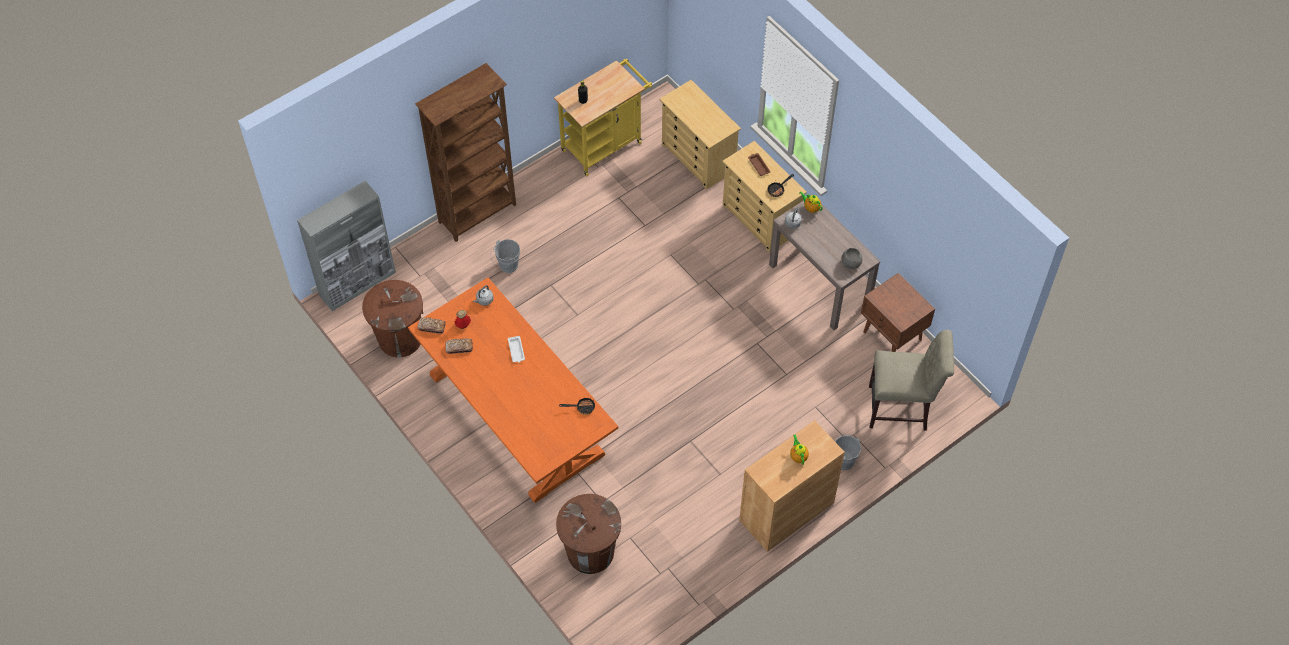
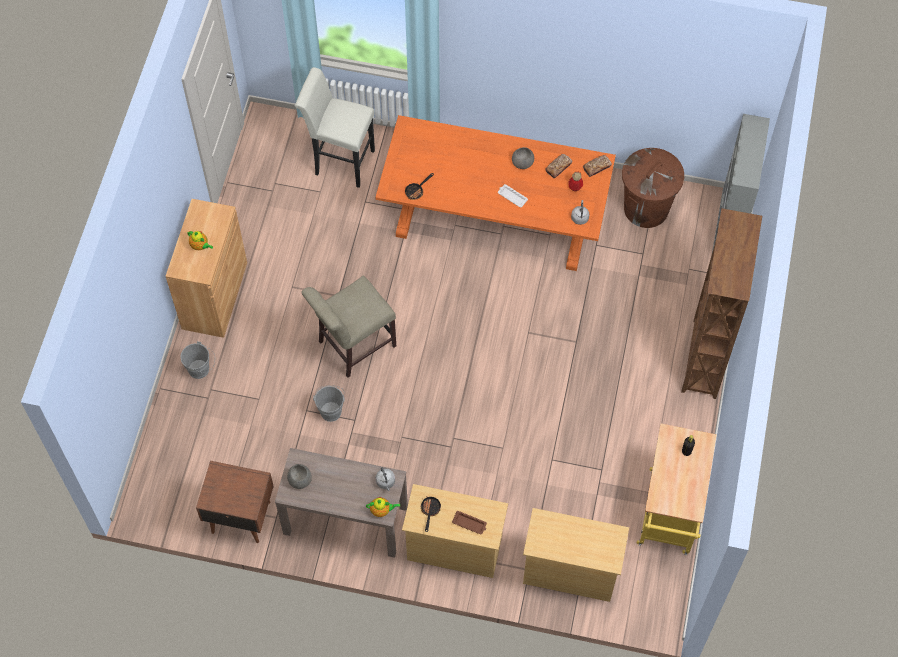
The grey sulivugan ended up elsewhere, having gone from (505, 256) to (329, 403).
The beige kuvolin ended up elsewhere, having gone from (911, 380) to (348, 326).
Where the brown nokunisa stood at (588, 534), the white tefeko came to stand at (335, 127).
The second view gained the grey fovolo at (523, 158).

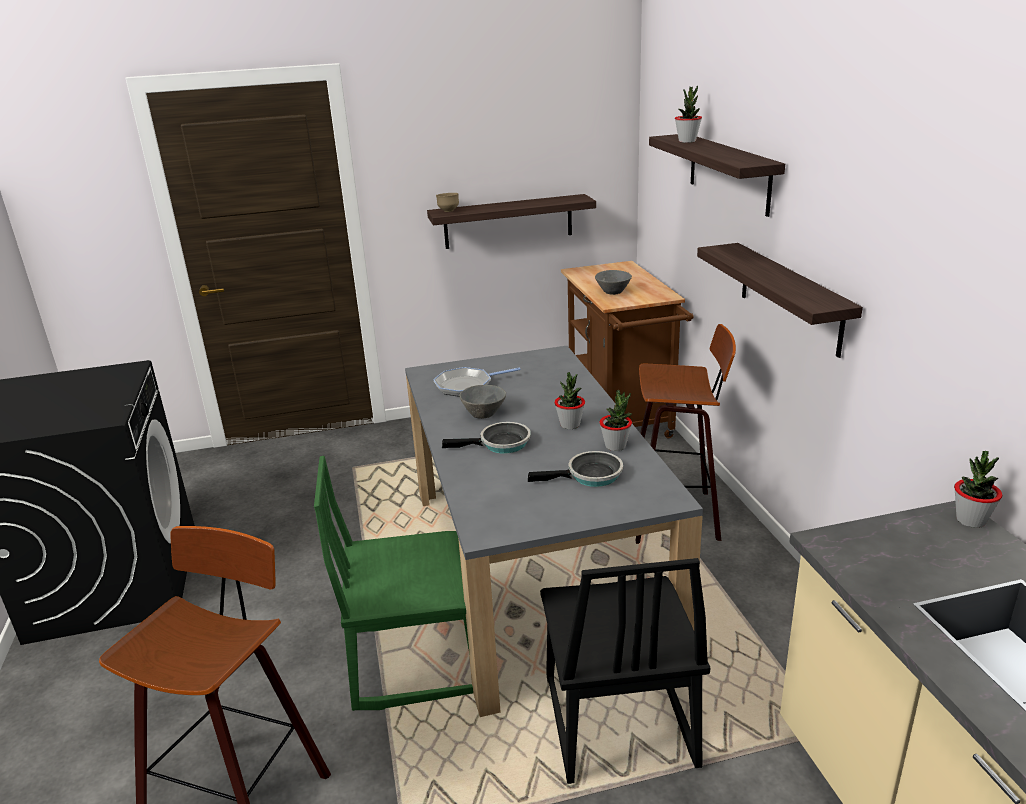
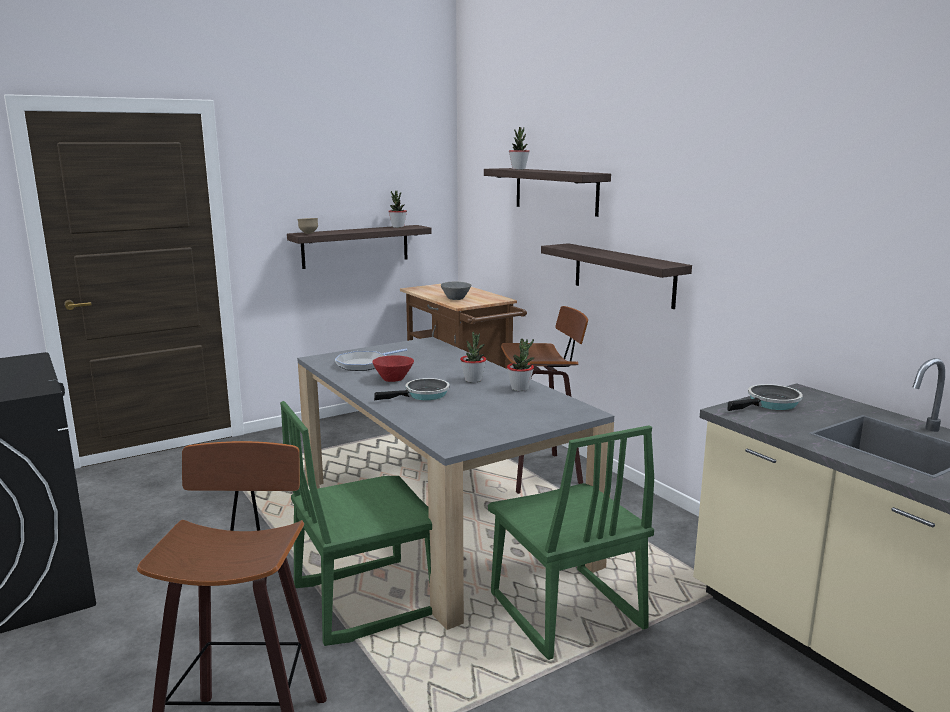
What was the grey fovolo at (482, 402) turned into the red fovolo at (393, 368).
The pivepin ended up elsewhere, having gone from (575, 469) to (765, 397).
The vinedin ended up elsewhere, having gone from (978, 489) to (397, 209).
What was the black kuvolin at (625, 671) turned into the green kuvolin at (571, 542).

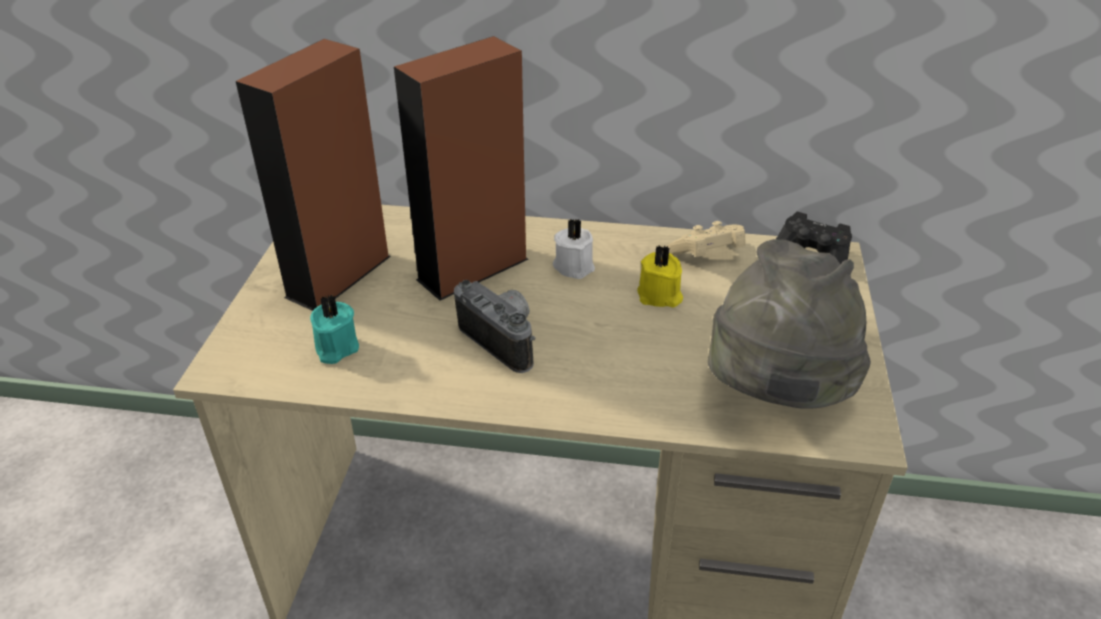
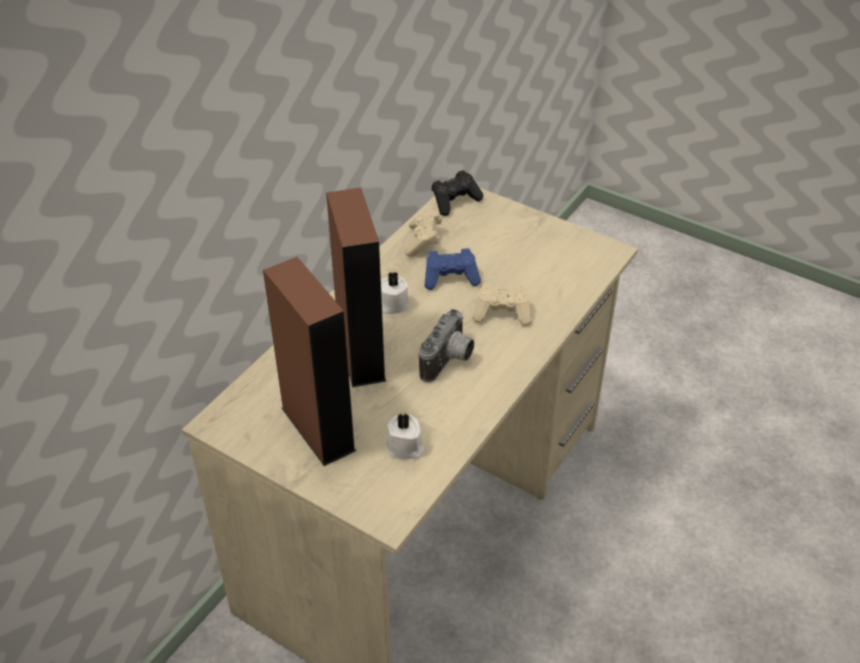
The second view lost the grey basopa at (789, 324).
Where the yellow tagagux stood at (660, 276), the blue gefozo came to stand at (453, 269).
The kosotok at (494, 326) ended up facing another way, 135 degrees clockwise from before.
What was the turquoise tagagux at (334, 329) turned into the white tagagux at (405, 436).
The second view gained the beige gefozo at (501, 304).

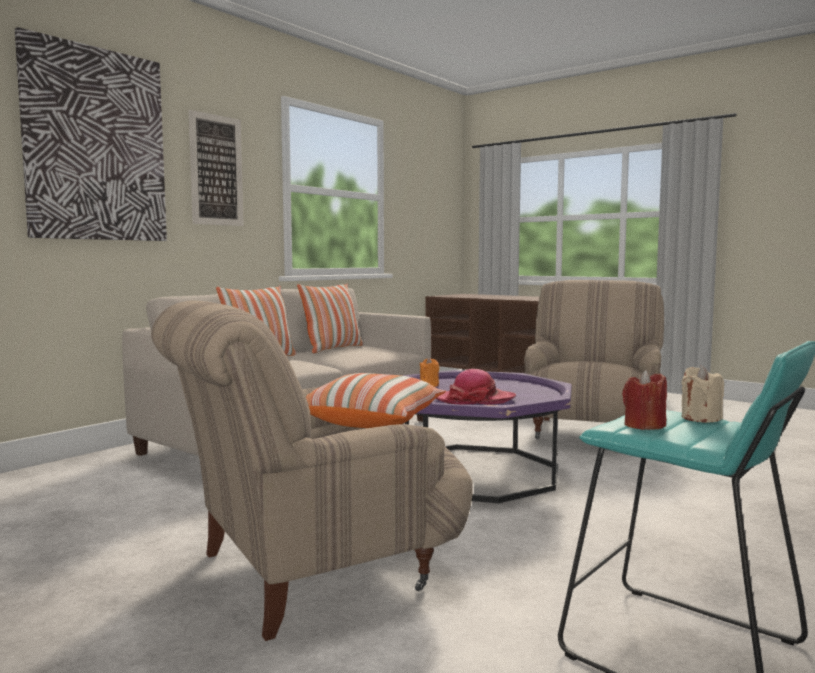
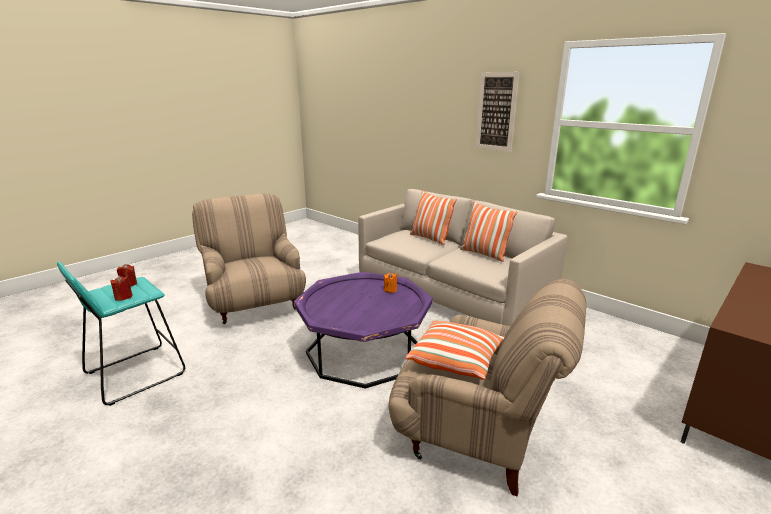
The second view lost the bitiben at (91, 134).
What was the beige tagagux at (702, 394) turned into the red tagagux at (122, 288).
The second view lost the basopa at (476, 387).
The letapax ended up elsewhere, having gone from (375, 400) to (455, 350).

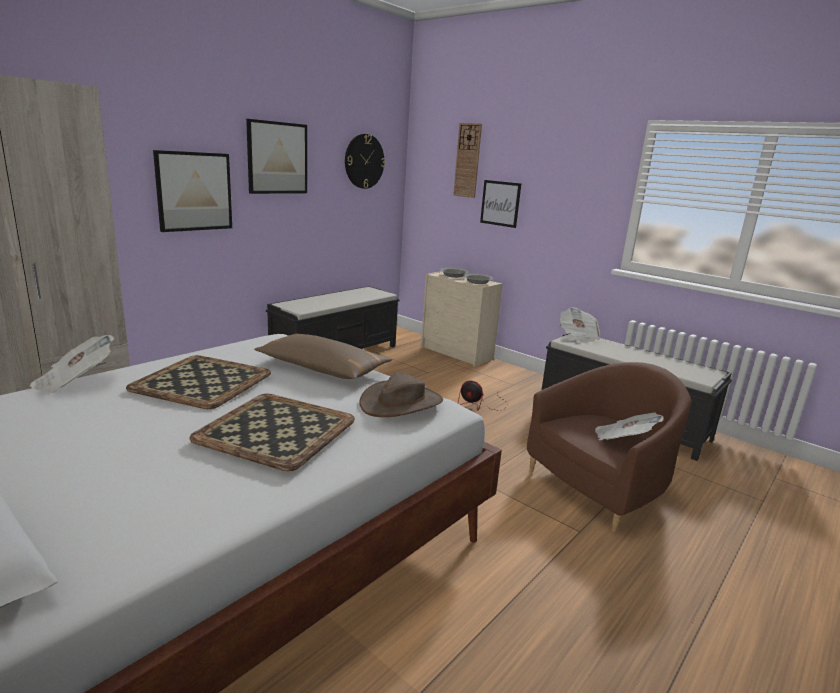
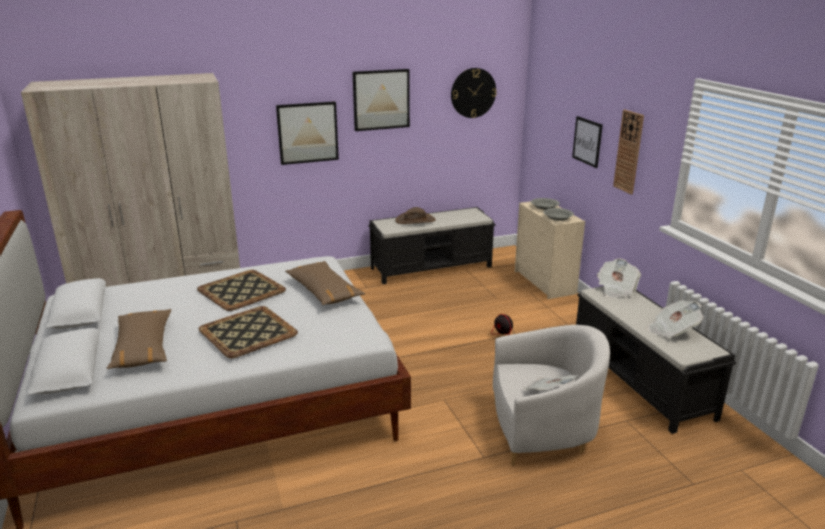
The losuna ended up elsewhere, having gone from (468, 160) to (628, 152).
The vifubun ended up elsewhere, having gone from (72, 364) to (675, 319).
What was the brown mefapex at (609, 447) turned into the white mefapex at (551, 395).
The brown basopa ended up elsewhere, having gone from (401, 395) to (415, 215).
The second view gained the brown letapax at (139, 339).

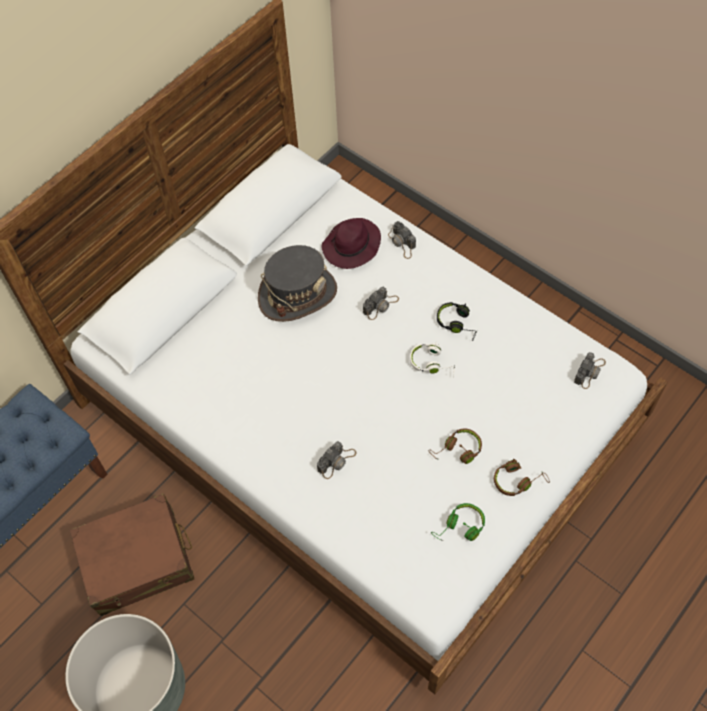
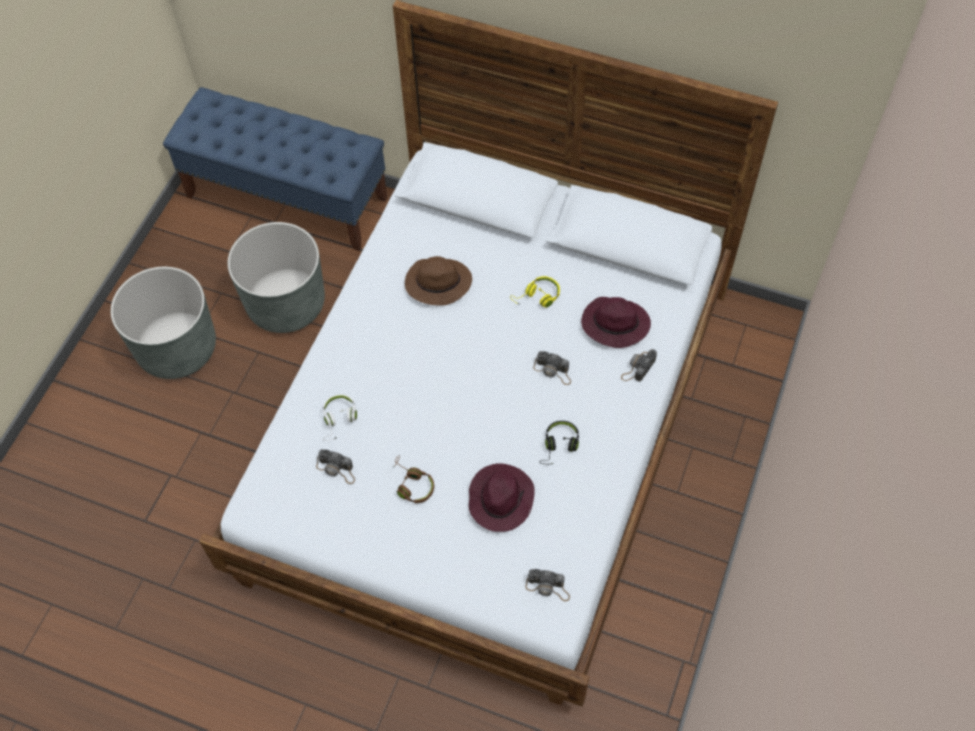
Where the grey basopa stood at (297, 283), the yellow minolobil came to stand at (535, 292).
The white minolobil ended up elsewhere, having gone from (432, 359) to (340, 417).
The kosotok ended up elsewhere, having gone from (337, 460) to (335, 466).
The second view lost the brown minolobil at (522, 477).
Where the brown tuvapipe stood at (131, 555), the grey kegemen came to stand at (276, 277).
The second view lost the green minolobil at (458, 522).
The second view gained the brown basopa at (438, 281).
The second view gained the purple basopa at (502, 497).

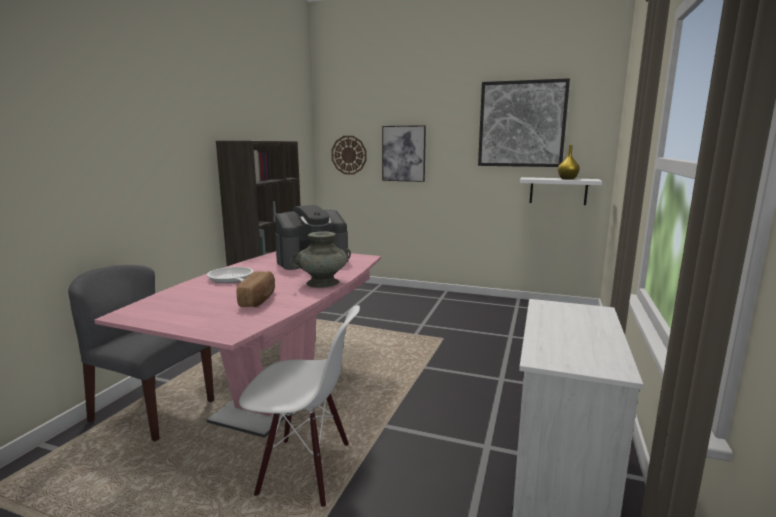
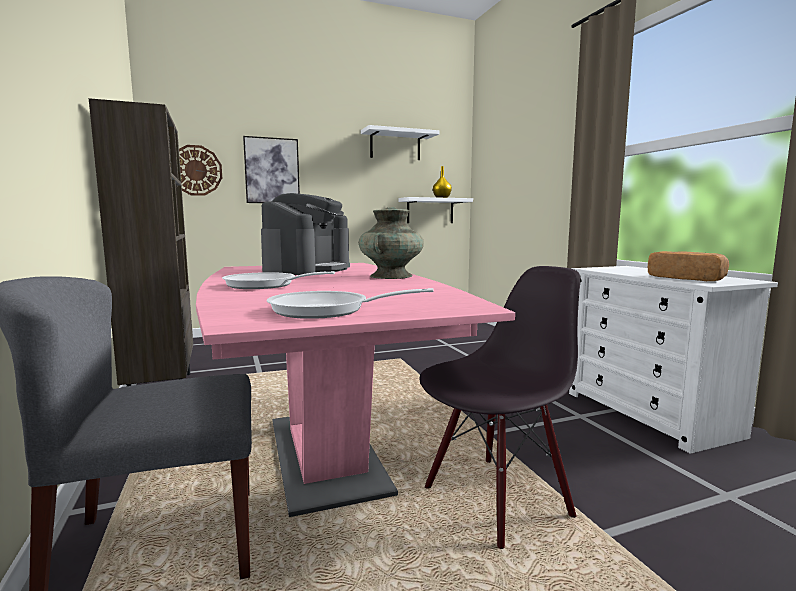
Where the bitiben hung at (524, 122), the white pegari came to hang at (400, 142).
The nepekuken ended up elsewhere, having gone from (256, 289) to (688, 266).
What was the white kuvolin at (299, 406) turned into the black kuvolin at (500, 407).
The second view gained the pivepin at (350, 303).

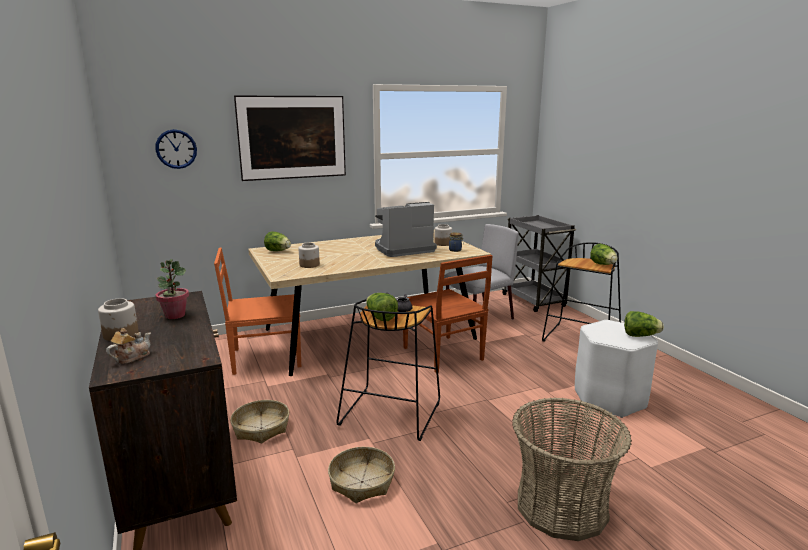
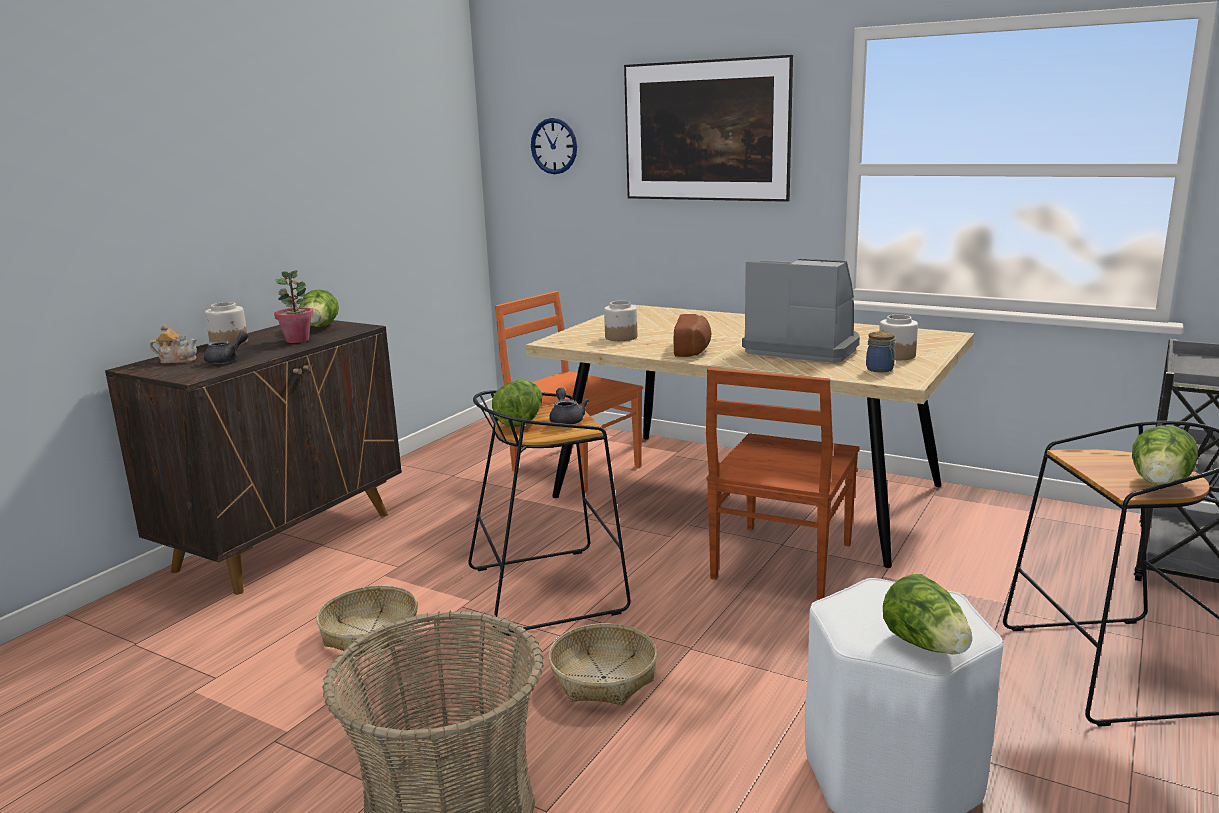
The second view lost the grey kuvolin at (481, 274).
The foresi ended up elsewhere, having gone from (277, 241) to (319, 308).
The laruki ended up elsewhere, having gone from (259, 421) to (602, 664).
The second view gained the nepekuken at (692, 335).
The second view gained the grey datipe at (226, 347).

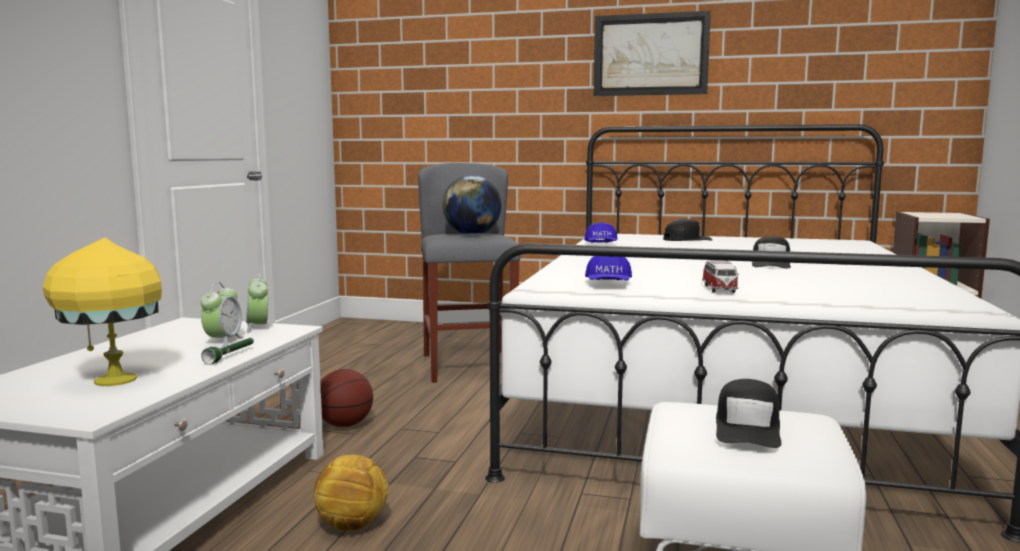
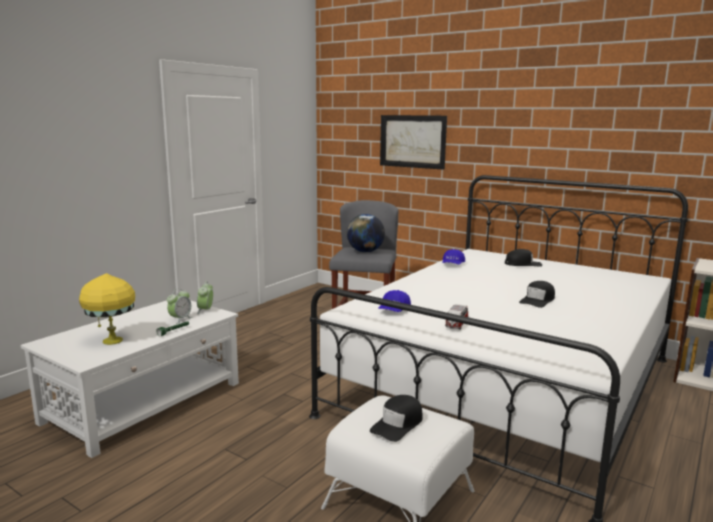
The bitiben ended up elsewhere, having gone from (652, 53) to (413, 142).
The second view lost the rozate at (346, 398).
The second view lost the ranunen at (351, 492).

